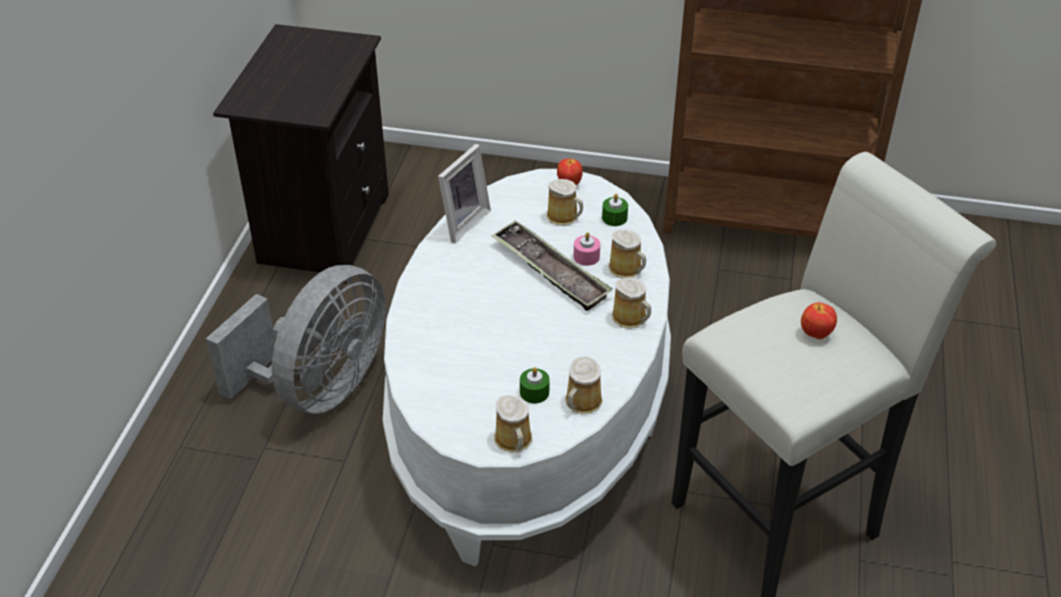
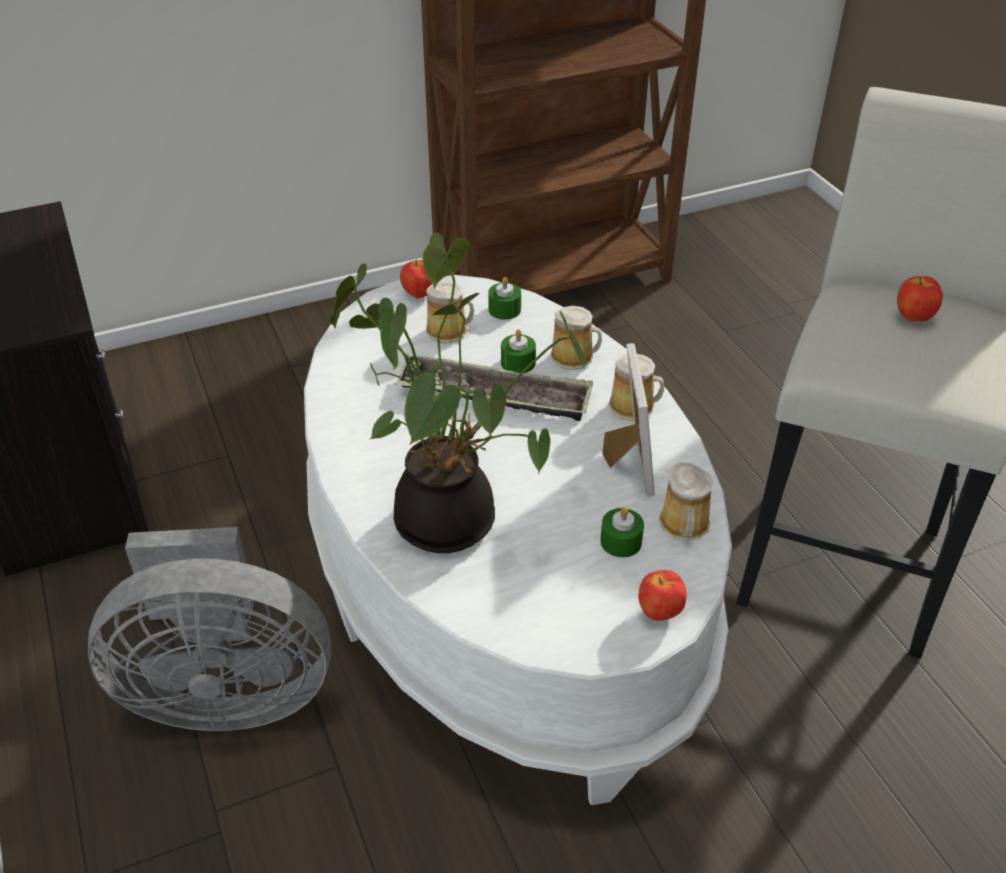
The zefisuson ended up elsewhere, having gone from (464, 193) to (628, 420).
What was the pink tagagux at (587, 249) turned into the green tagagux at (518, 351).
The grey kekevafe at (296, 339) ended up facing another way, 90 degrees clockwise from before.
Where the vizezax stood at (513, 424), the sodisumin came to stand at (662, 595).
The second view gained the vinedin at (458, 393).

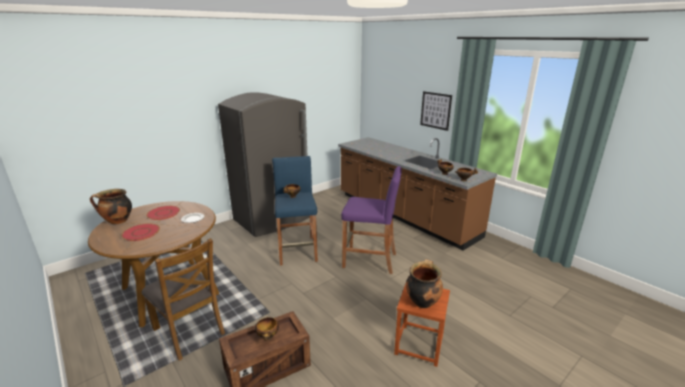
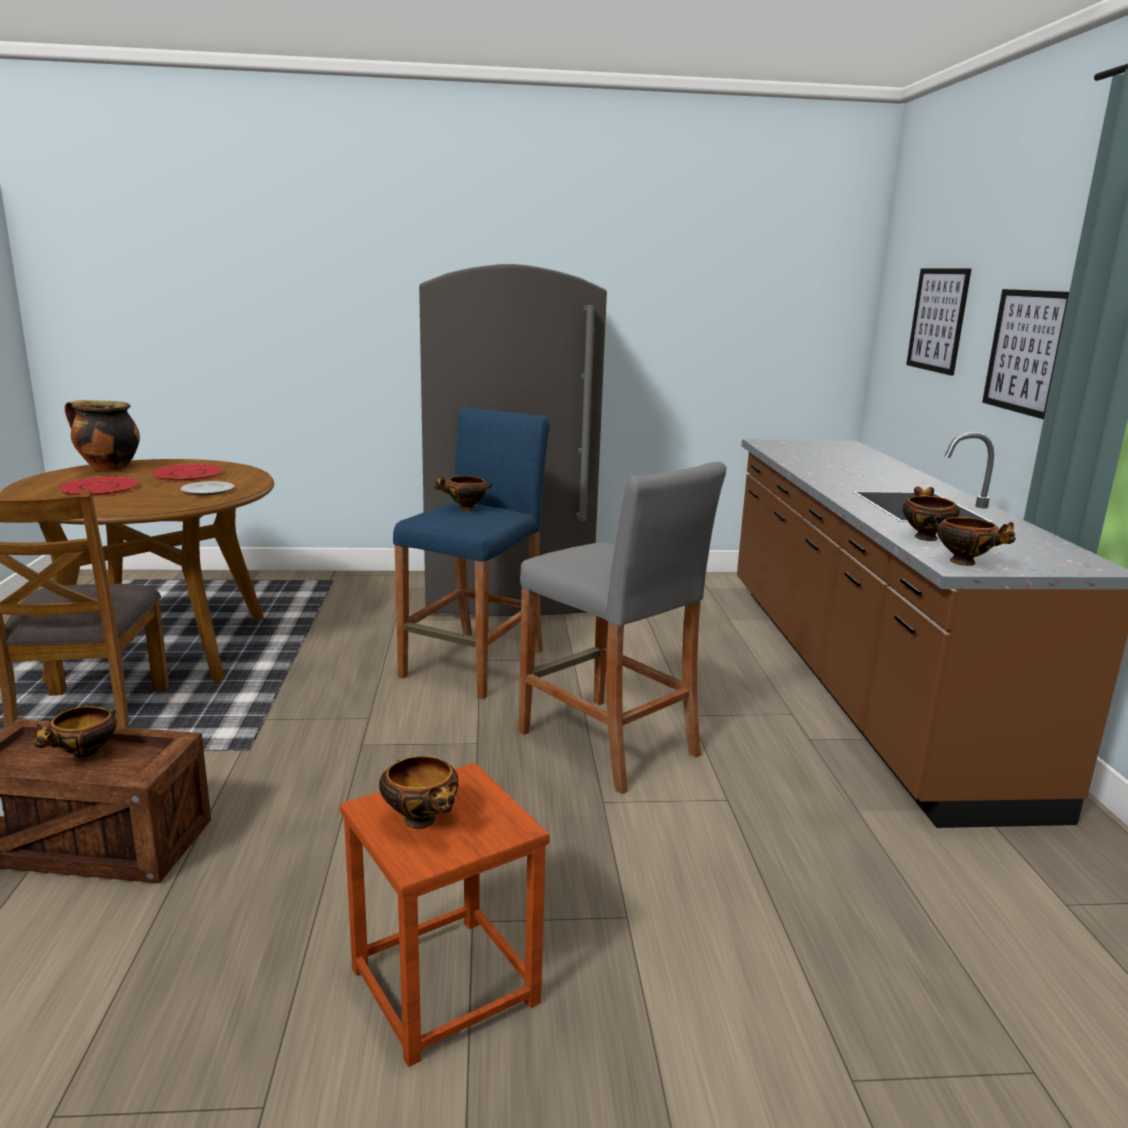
What was the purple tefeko at (371, 220) turned into the grey tefeko at (622, 628).
Where the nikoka stood at (424, 283), the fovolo came to stand at (419, 792).
The second view gained the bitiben at (938, 322).

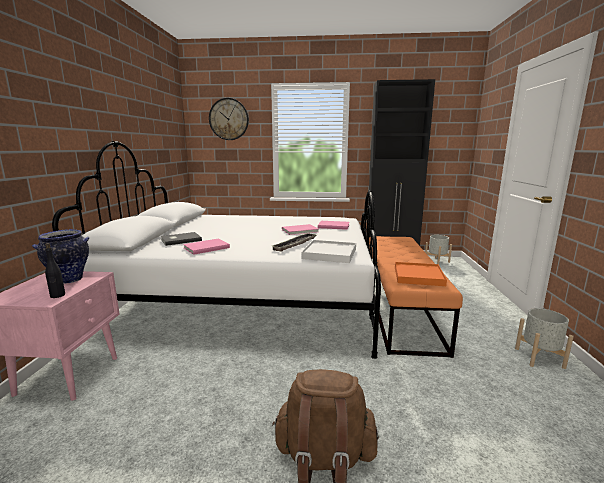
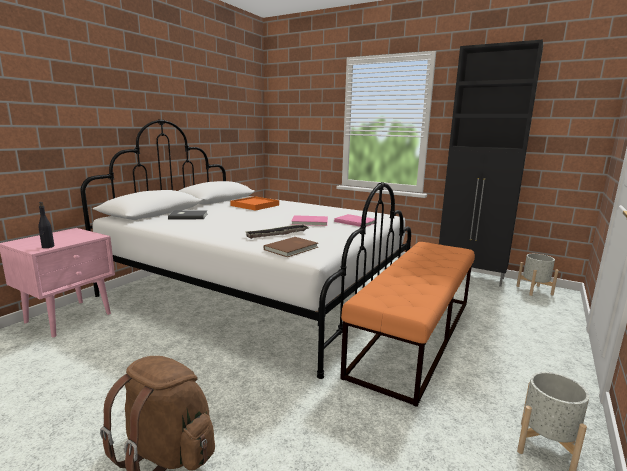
The second view lost the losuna at (229, 119).
The second view lost the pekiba at (60, 256).
The second view lost the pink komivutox at (206, 247).
Where the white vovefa stood at (329, 251), the brown komivutox came to stand at (290, 247).
The orange vovefa ended up elsewhere, having gone from (421, 274) to (254, 203).

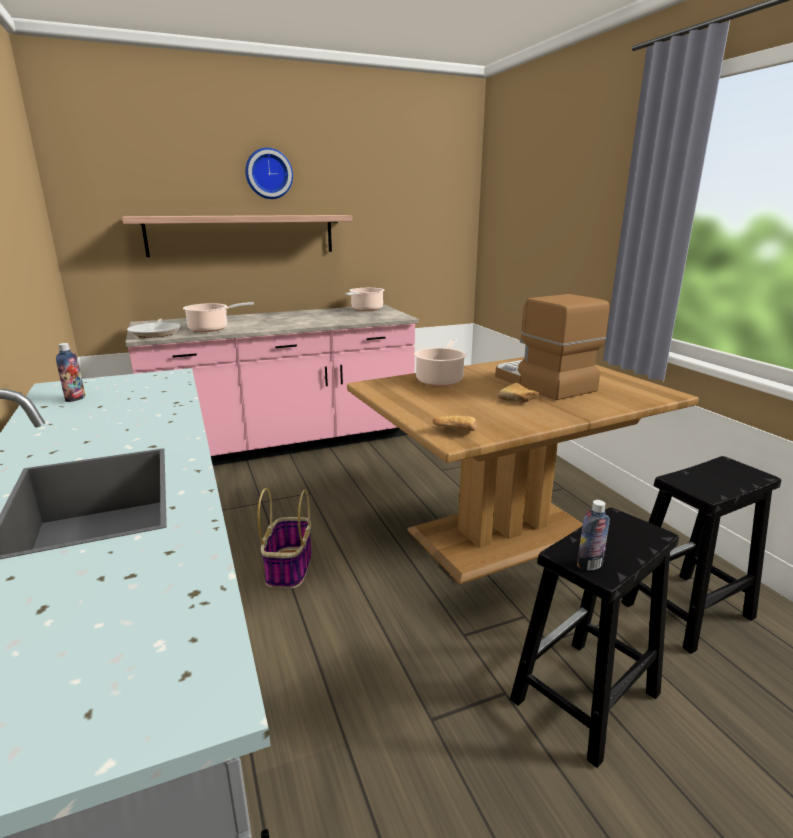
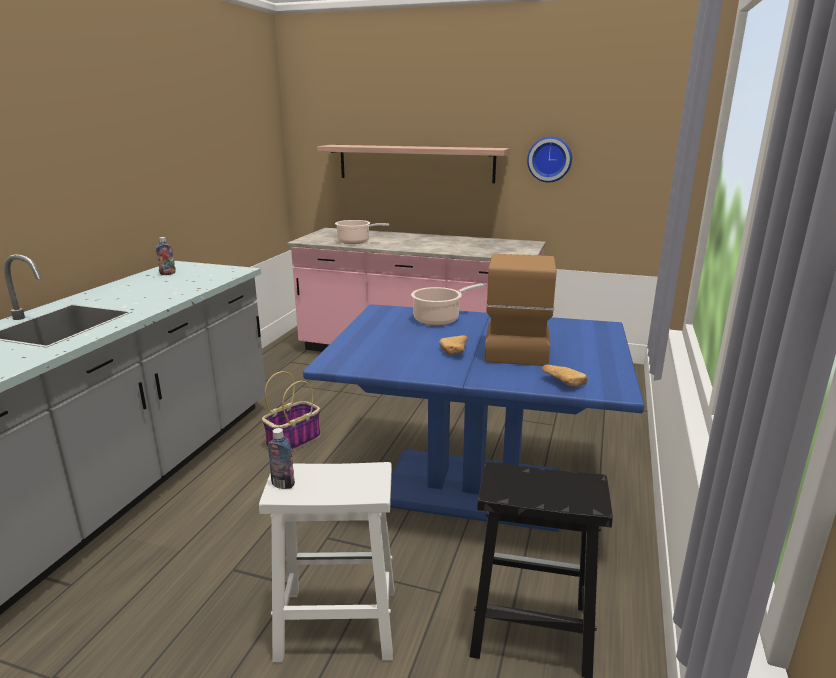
The losuna ended up elsewhere, having gone from (269, 173) to (549, 159).
The second view lost the nikoka at (365, 299).
The second view lost the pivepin at (154, 328).
What was the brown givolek at (523, 470) turned into the blue givolek at (474, 418).
The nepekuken ended up elsewhere, having gone from (455, 423) to (564, 376).
What was the black tefeko at (594, 637) turned into the white tefeko at (326, 562).

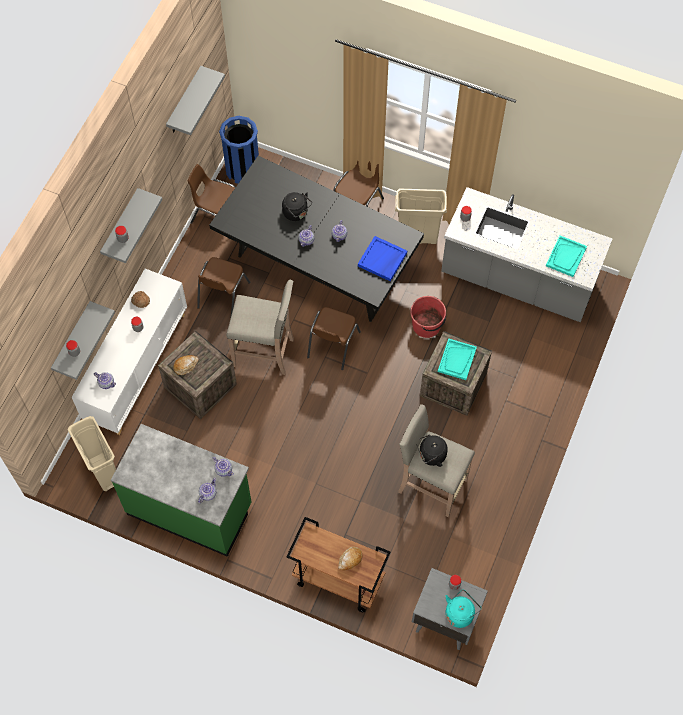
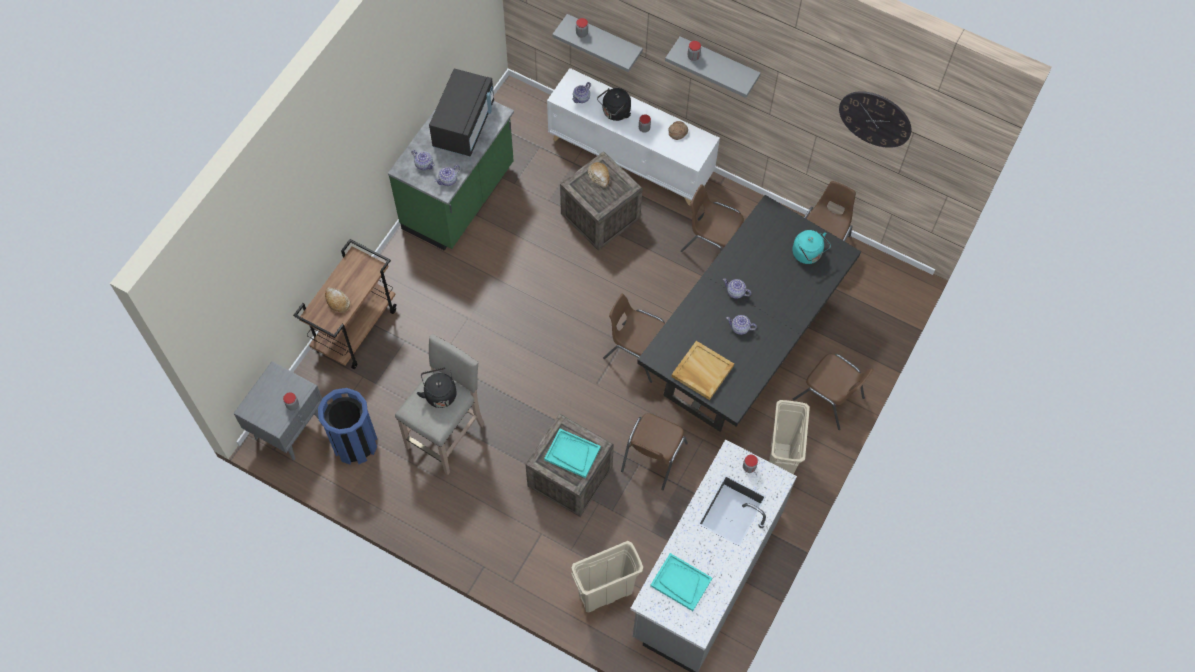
Where the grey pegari hung at (195, 100), the losuna came to hang at (875, 119).
The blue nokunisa ended up elsewhere, having gone from (239, 150) to (347, 426).
The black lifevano ended up elsewhere, having gone from (297, 206) to (614, 104).
What was the blue vovefa at (382, 258) turned into the beige vovefa at (702, 370).
The second view lost the beige tefeko at (260, 327).
Where the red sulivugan stood at (428, 317), the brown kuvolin came to stand at (654, 451).
The beige nokunisa ended up elsewhere, having gone from (92, 453) to (607, 577).
The turquoise lifevano ended up elsewhere, having gone from (463, 608) to (811, 247).
The second view gained the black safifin at (461, 112).

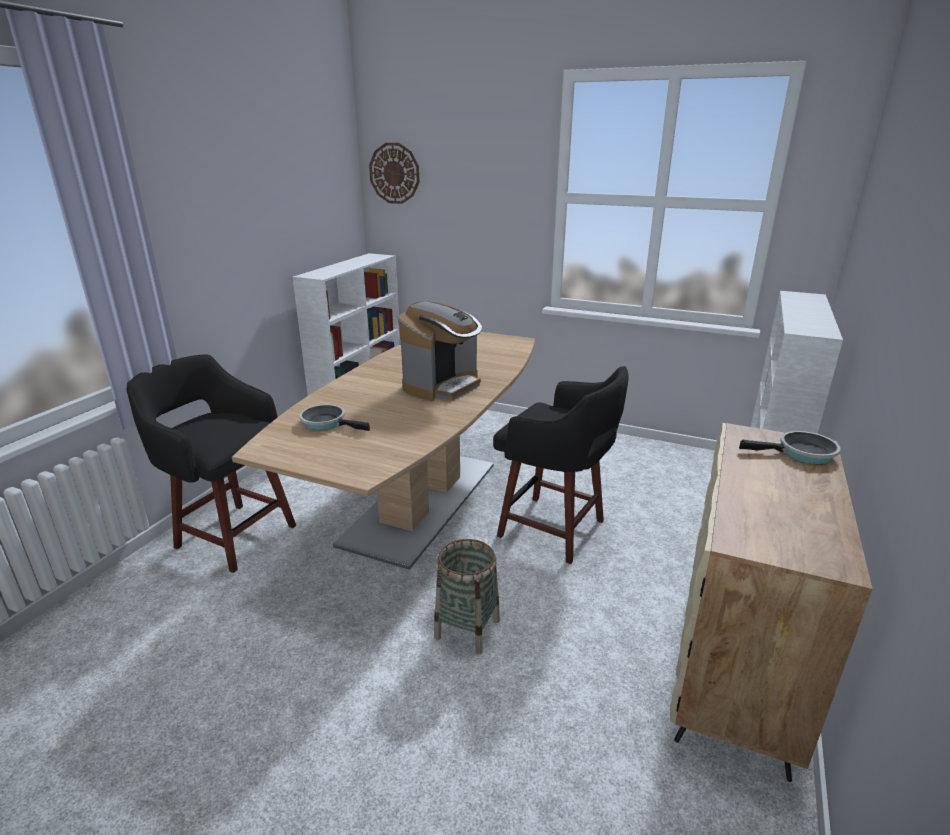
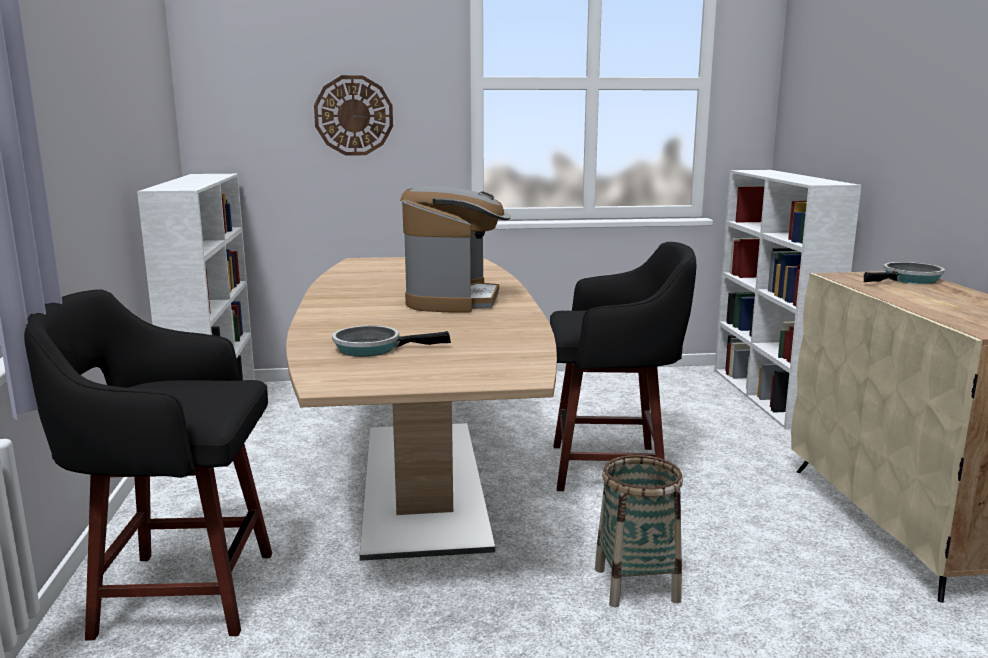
The losuna ended up elsewhere, having gone from (394, 173) to (353, 115).

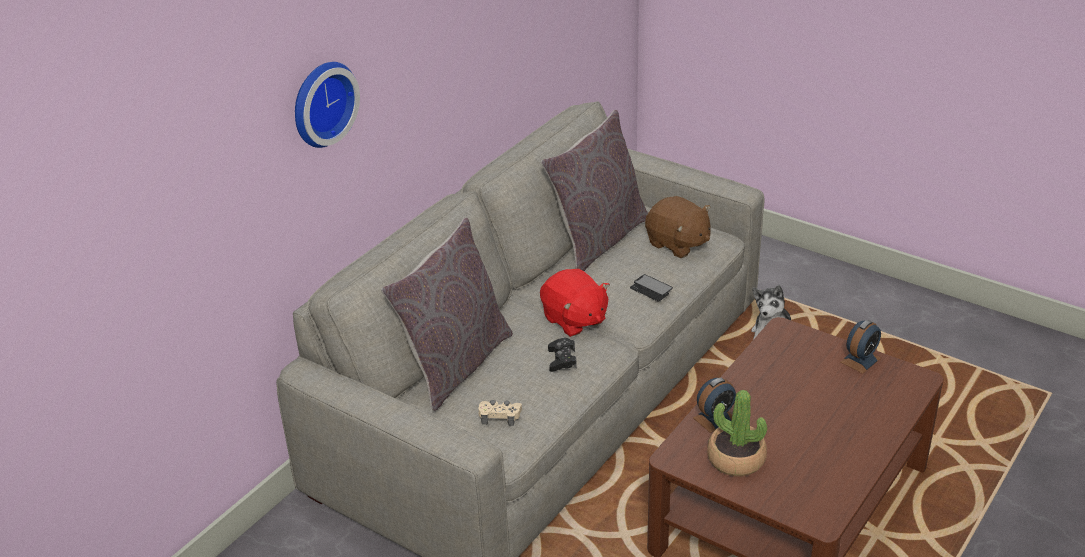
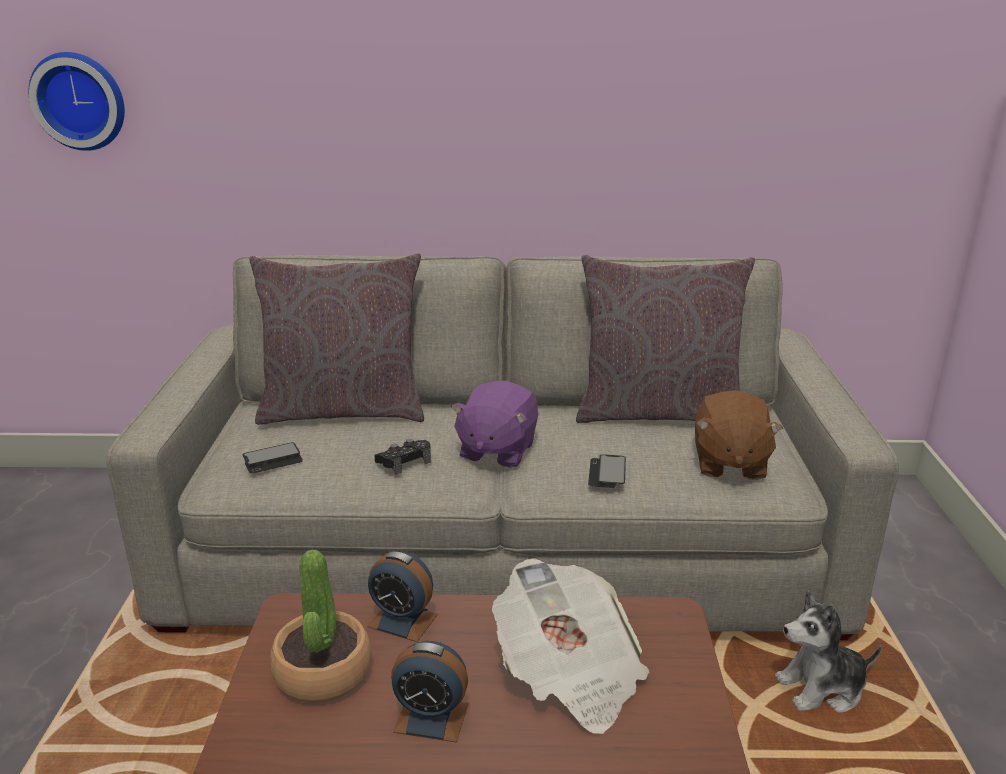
The losuna ended up elsewhere, having gone from (327, 105) to (77, 101).
What was the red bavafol at (575, 303) turned into the purple bavafol at (494, 424).
The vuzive ended up elsewhere, having gone from (860, 347) to (429, 692).
Where the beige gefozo stood at (500, 413), the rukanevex came to stand at (273, 458).
The second view gained the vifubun at (570, 646).

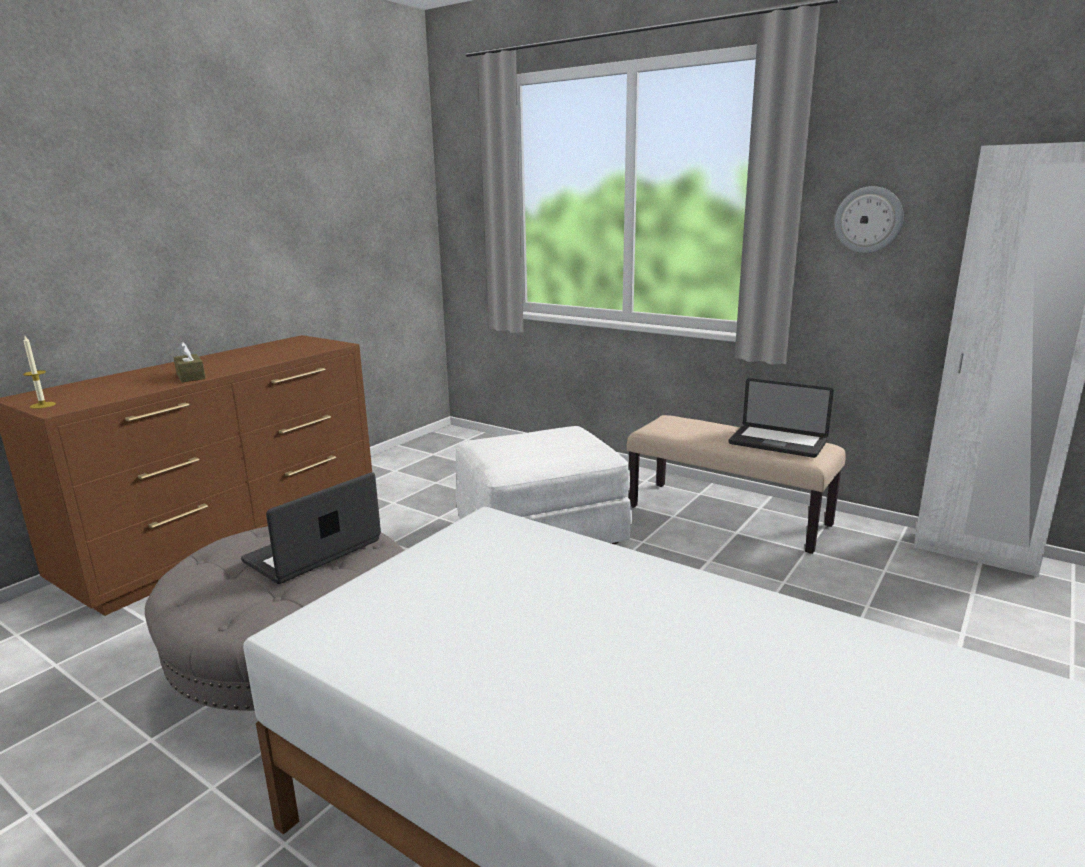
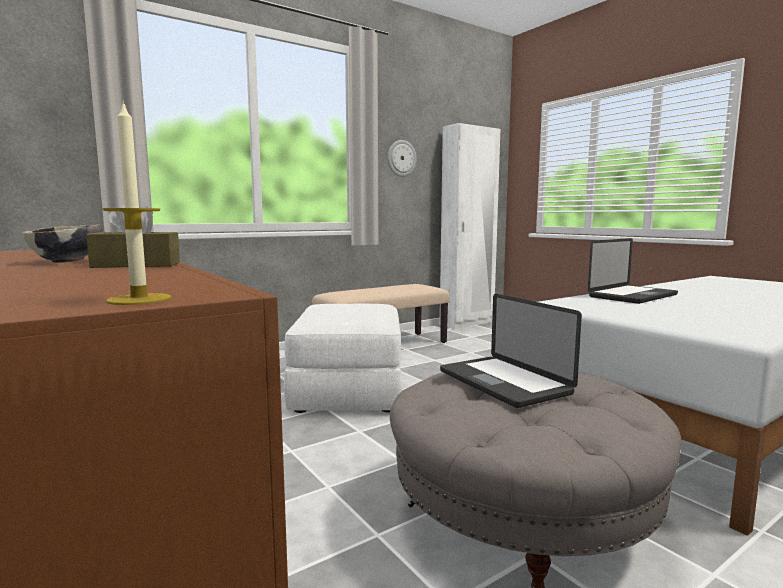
The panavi ended up elsewhere, having gone from (781, 418) to (633, 271).
The second view gained the fovolo at (62, 243).

